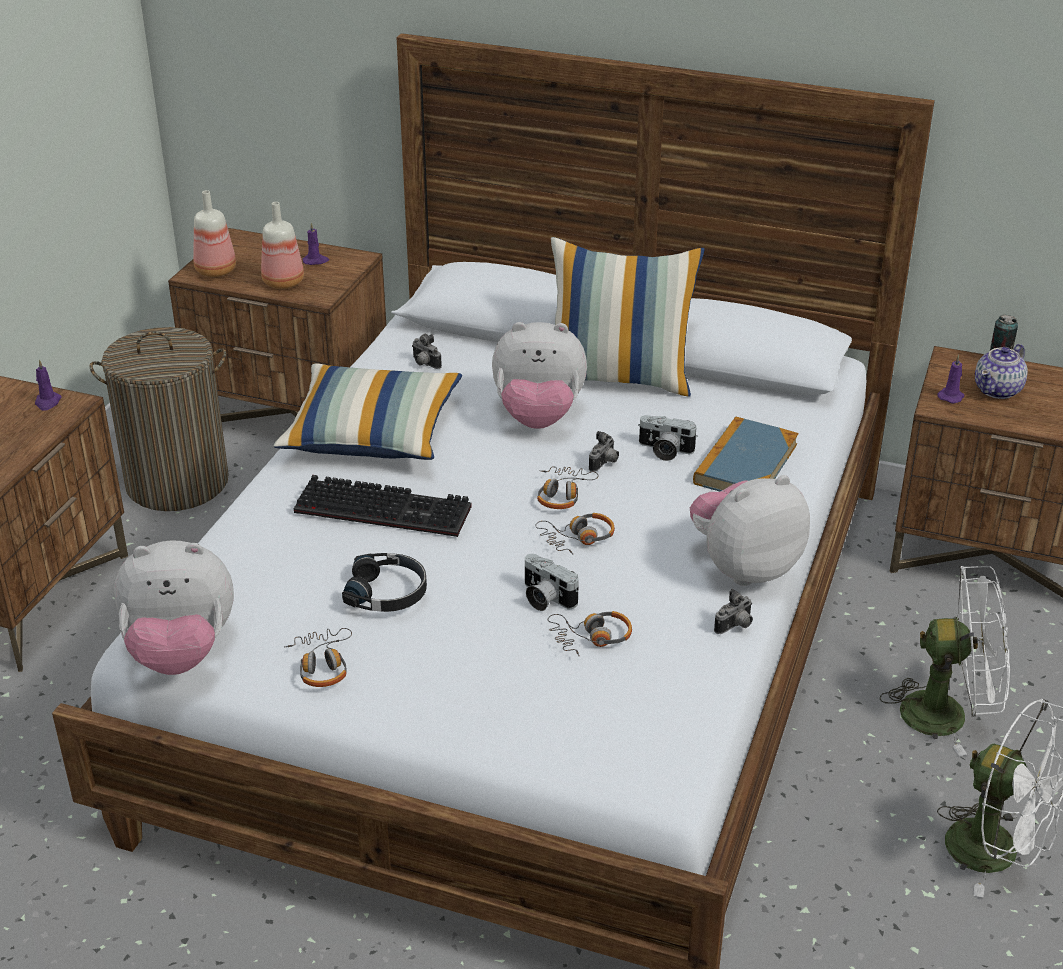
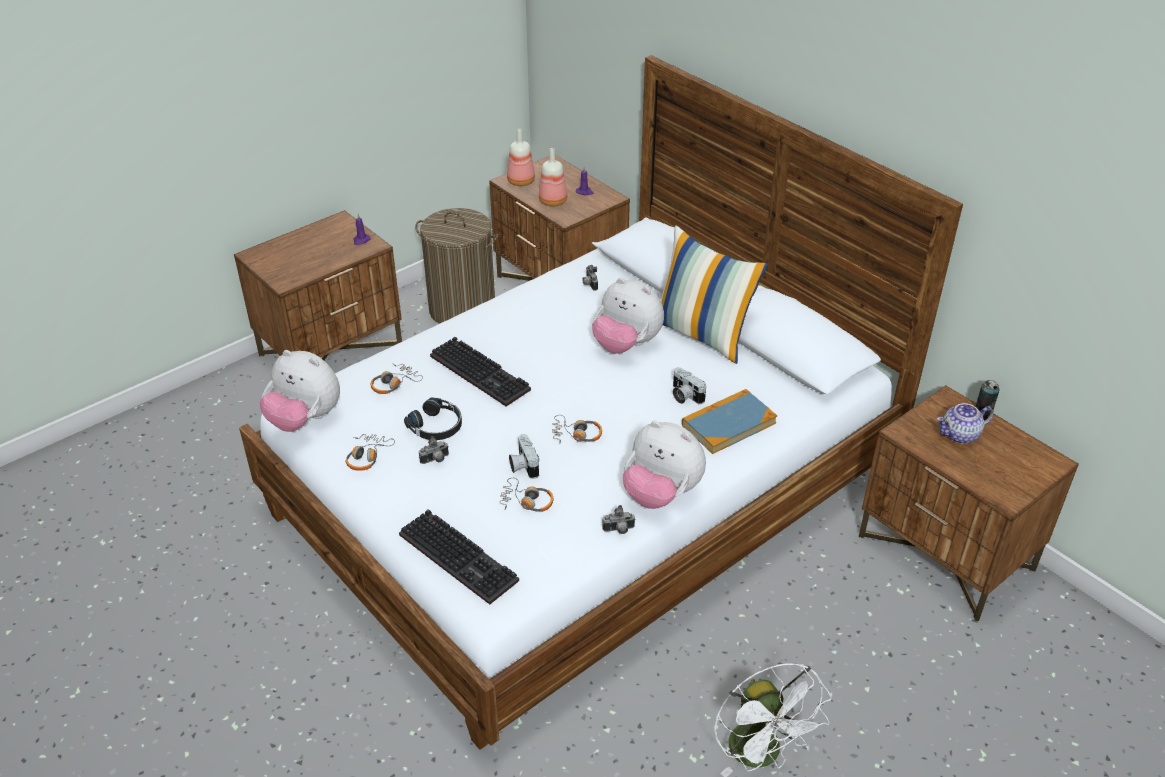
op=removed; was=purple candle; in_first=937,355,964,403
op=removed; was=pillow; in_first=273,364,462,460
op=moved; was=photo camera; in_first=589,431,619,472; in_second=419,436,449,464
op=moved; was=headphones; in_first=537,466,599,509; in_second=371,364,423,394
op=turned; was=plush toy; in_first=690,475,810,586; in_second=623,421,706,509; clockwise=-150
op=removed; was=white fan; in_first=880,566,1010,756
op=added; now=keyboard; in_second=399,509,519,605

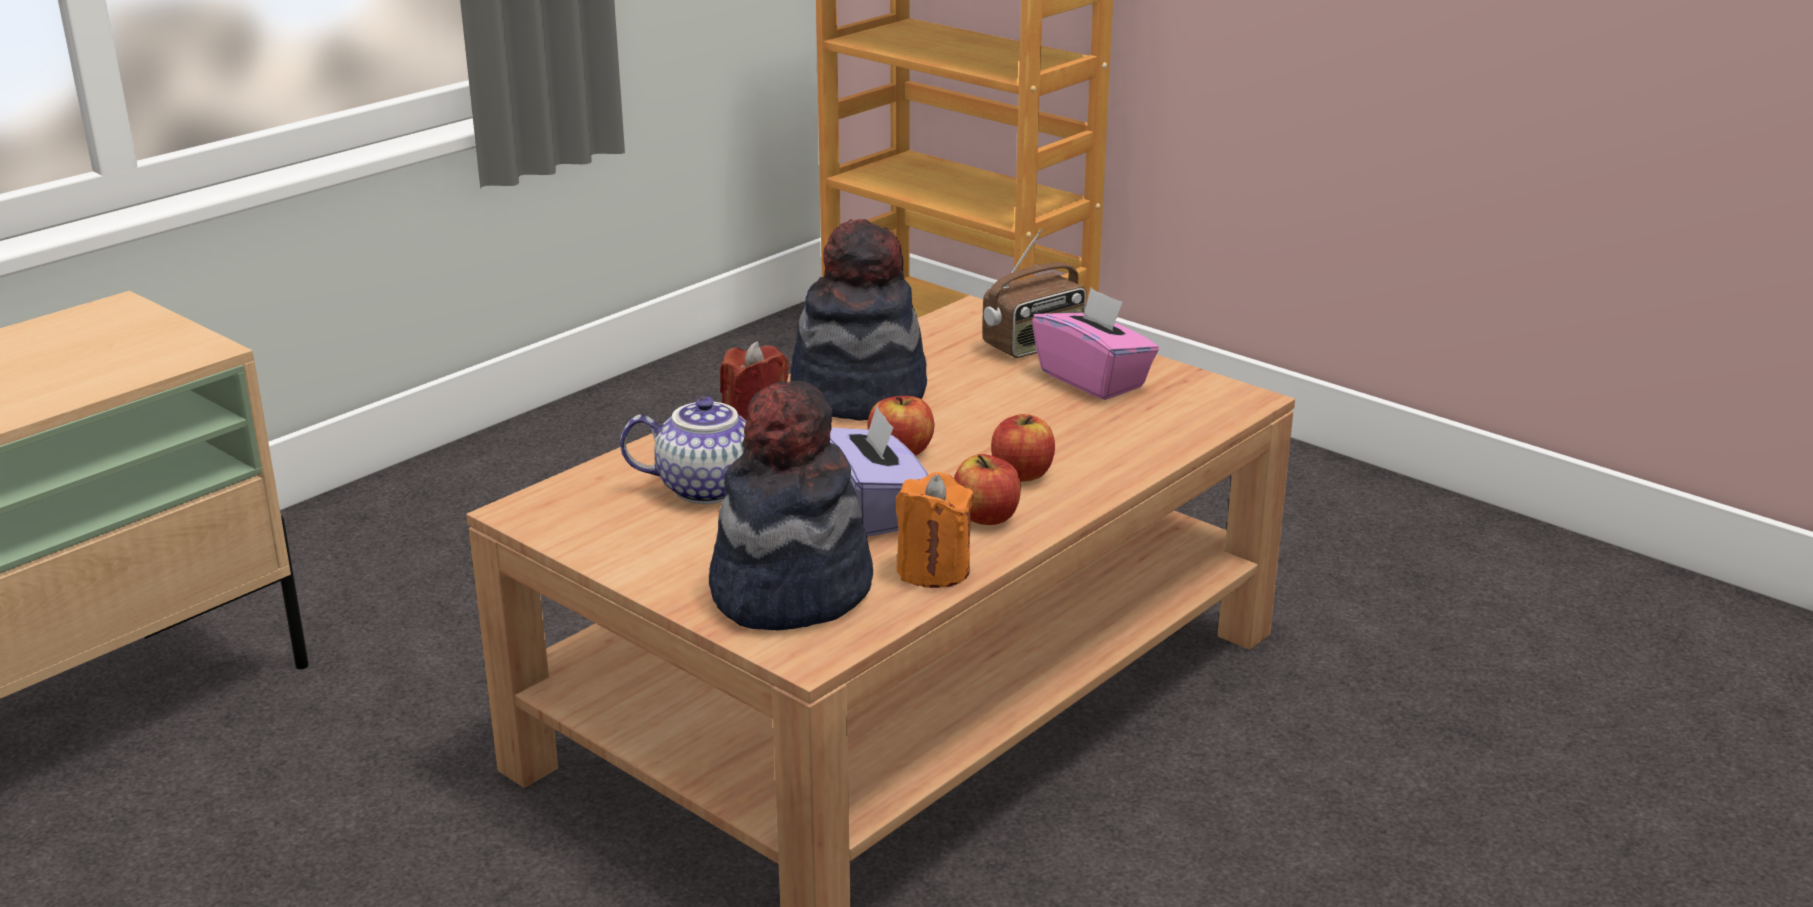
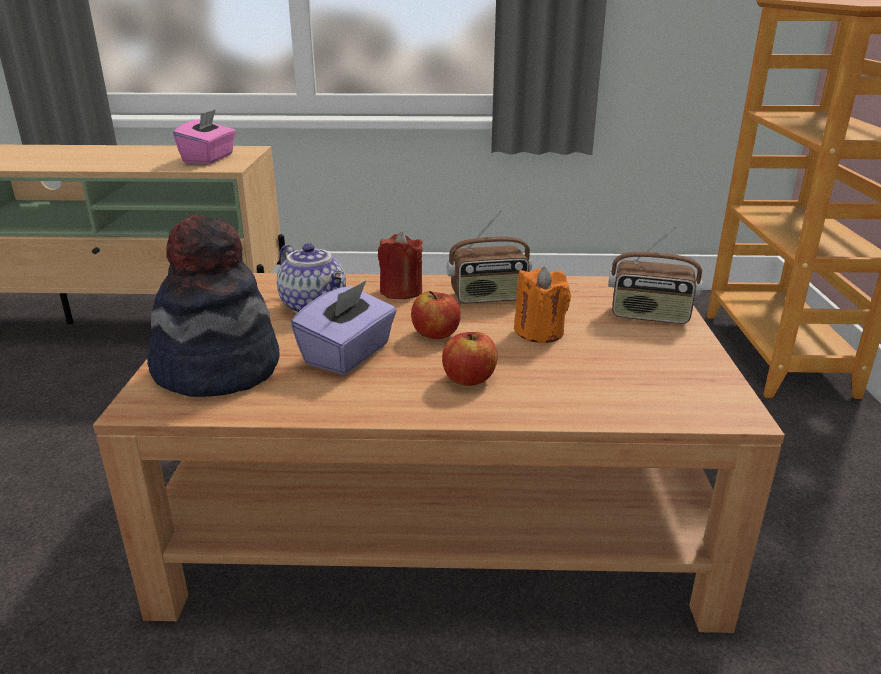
op=replaced; was=hat; now=radio; in_first=790,219,927,421; in_second=447,210,532,303
op=moved; was=pink tissue box; in_first=1032,287,1159,400; in_second=173,109,236,164
op=removed; was=apple; in_first=954,454,1021,525
op=moved; was=orange candle; in_first=896,472,973,588; in_second=514,266,571,343

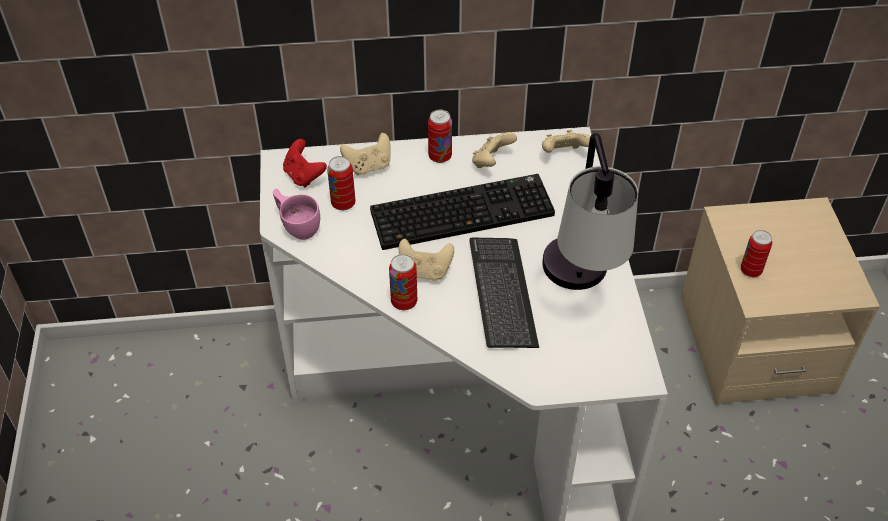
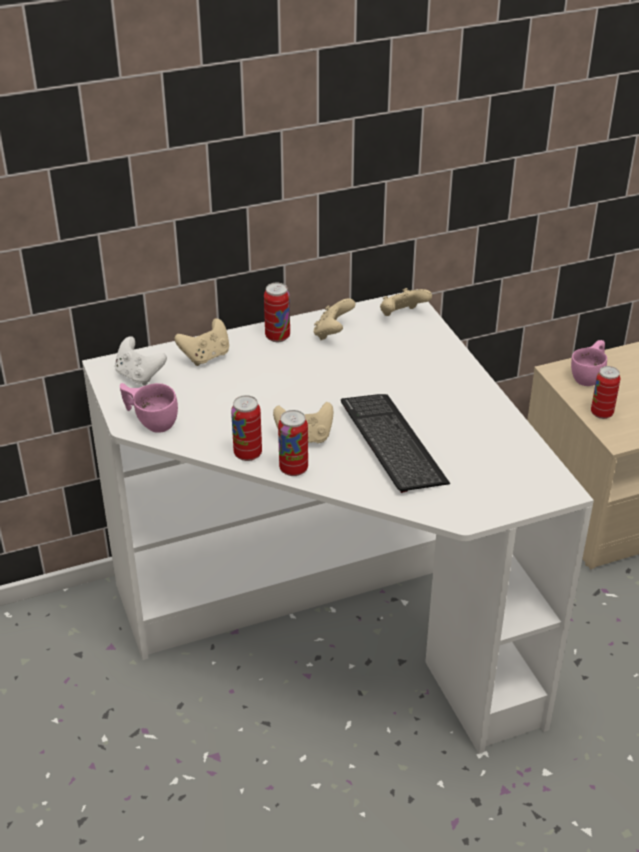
op=removed; was=table lamp; in_first=542,133,638,290
op=recoloured; was=red game controller; now=white game controller; in_first=283,139,327,188; in_second=115,336,167,386
op=moved; was=can; in_first=327,156,355,210; in_second=231,395,262,461
op=removed; was=keyboard; in_first=370,174,555,250
op=added; now=pink cup; in_second=571,340,607,386

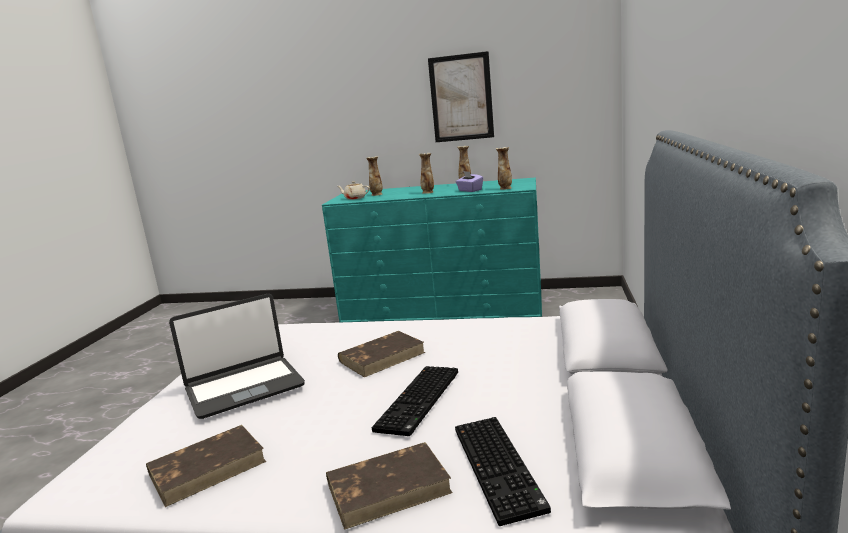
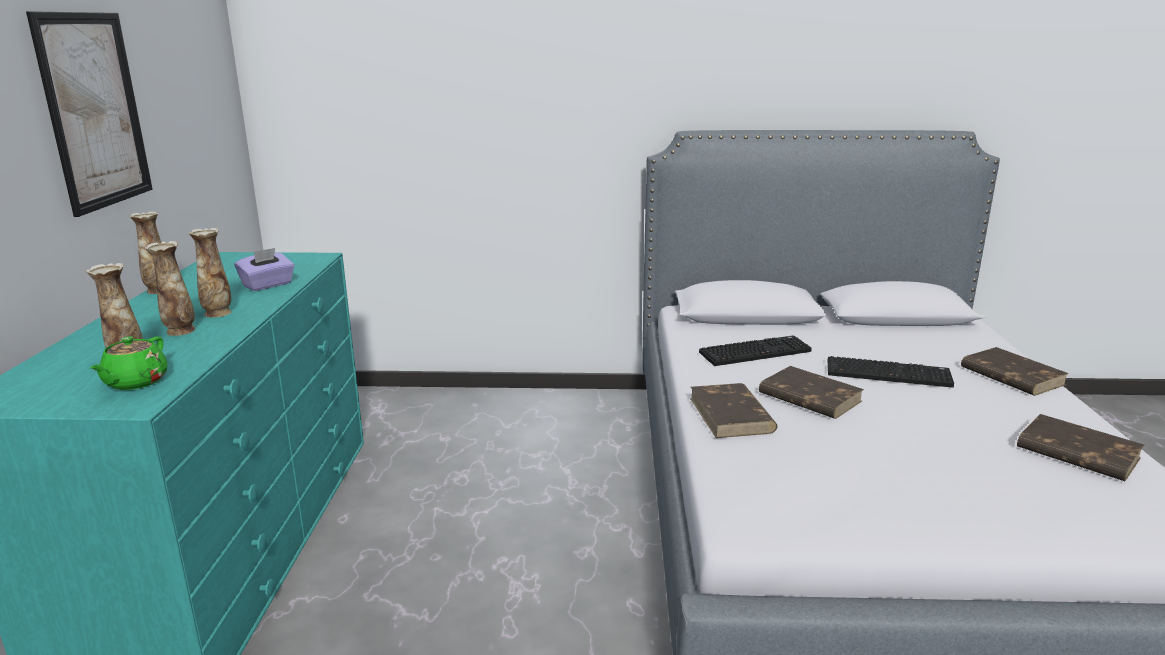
op=moved; was=vase; in_first=496,147,512,190; in_second=145,241,196,336
op=recoloured; was=beige teapot; now=green teapot; in_first=338,181,370,200; in_second=90,336,168,390
op=removed; was=laptop; in_first=169,294,305,419
op=moved; was=keyboard; in_first=455,417,551,526; in_second=699,335,812,366
op=added; now=brown book; in_second=690,383,777,438

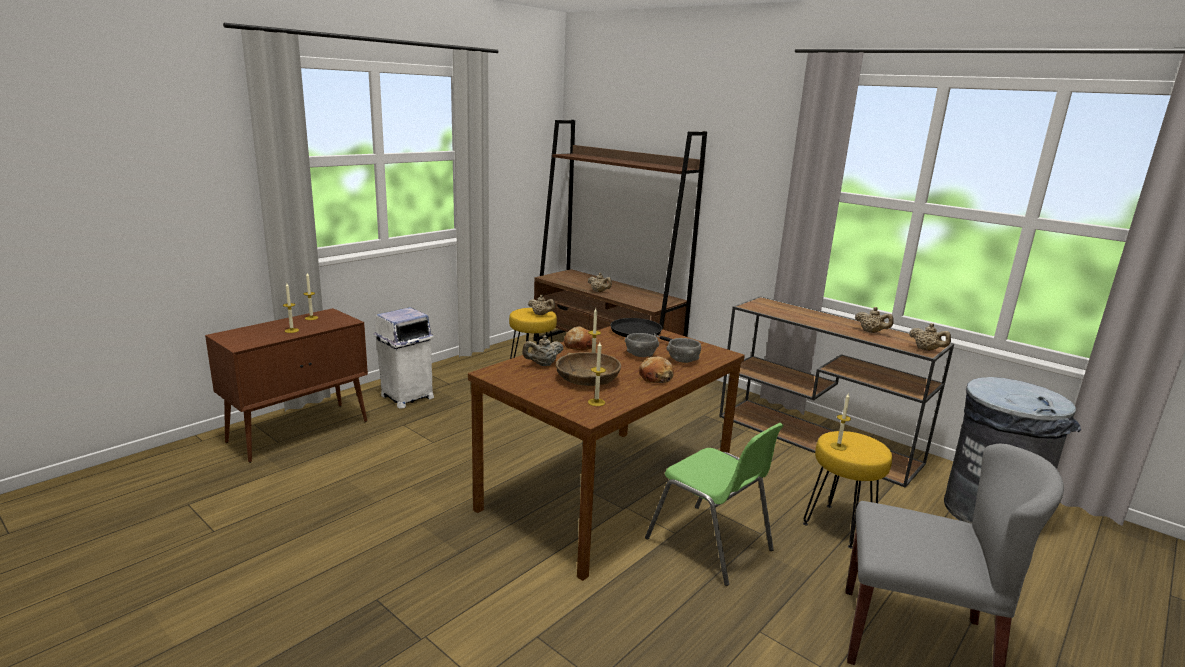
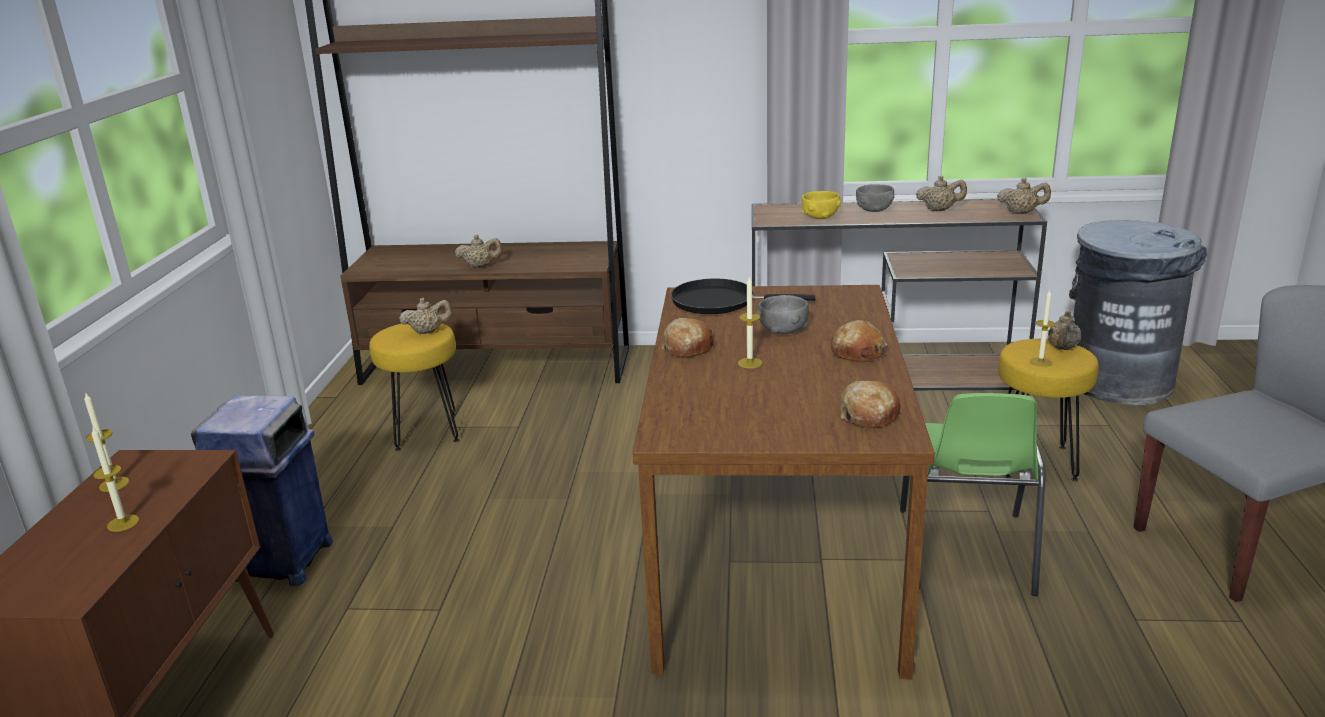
op=recoloured; was=white trash can; now=blue trash can; in_first=373,307,434,409; in_second=191,395,333,586
op=moved; was=beige teapot; in_first=522,336,564,366; in_second=1048,311,1081,350
op=moved; was=grey bowl; in_first=667,338,701,363; in_second=856,184,895,212
op=replaced; was=candle; now=bread; in_first=588,342,606,406; in_second=840,381,901,429
op=removed; was=brown bowl; in_first=556,352,621,386
op=turned; was=green chair; in_first=645,423,784,586; in_second=900,393,1046,596; clockwise=90
op=added; now=yellow bowl; in_second=802,191,841,219

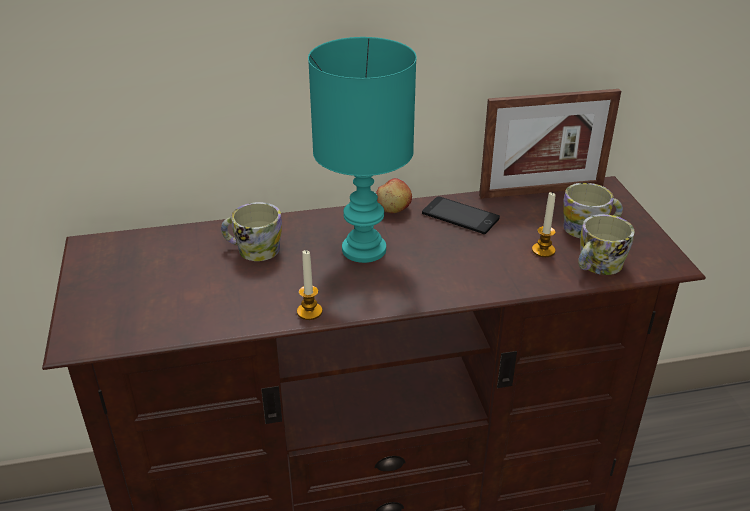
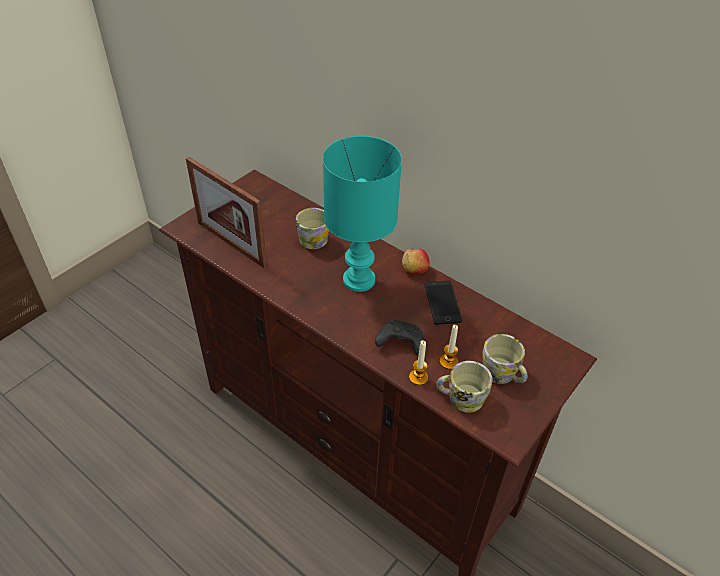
op=moved; was=picture frame; in_first=479,89,621,199; in_second=186,157,267,268
op=moved; was=candle; in_first=297,250,323,320; in_second=409,340,428,385
op=added; now=black game controller; in_second=375,320,424,356

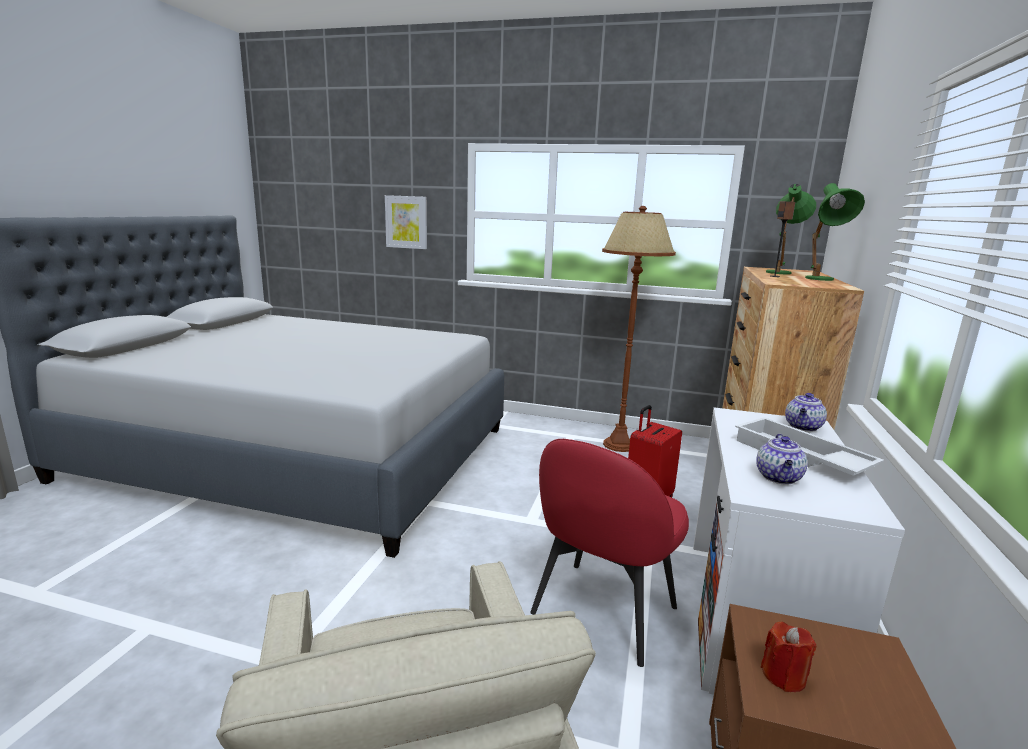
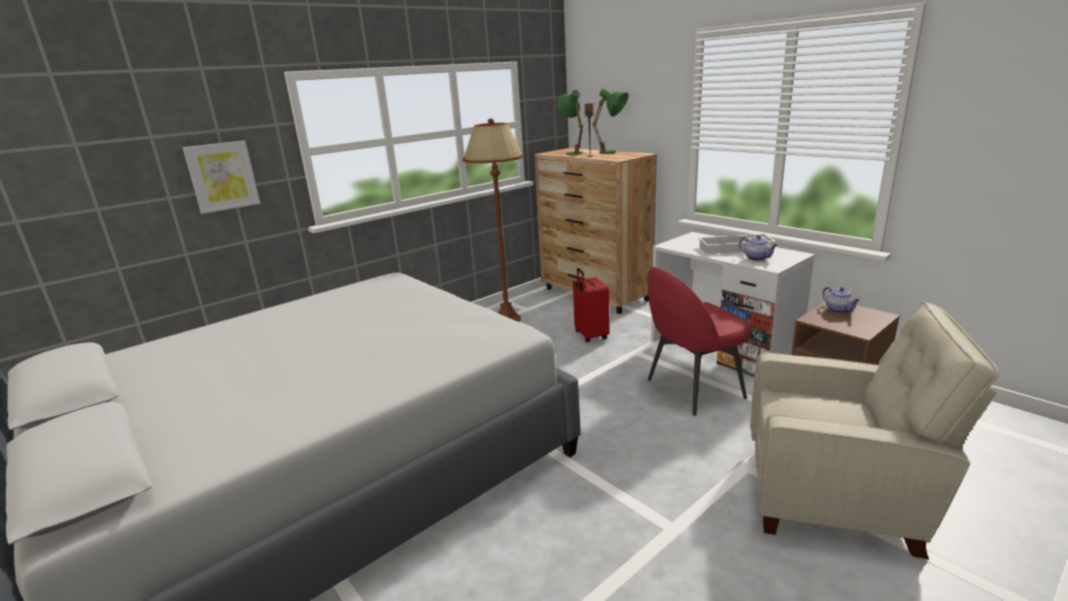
op=moved; was=teapot; in_first=785,393,827,432; in_second=822,287,860,314
op=turned; was=red chair; in_first=531,439,689,667; in_second=648,267,751,416; clockwise=90
op=removed; was=red candle; in_first=761,622,817,692

